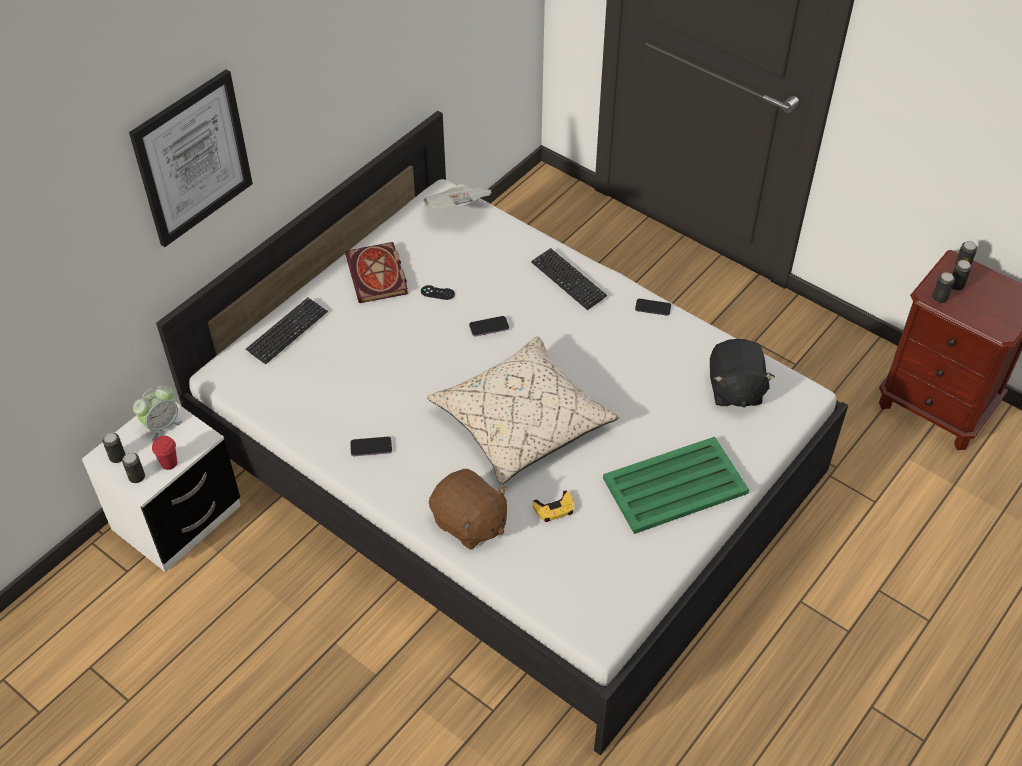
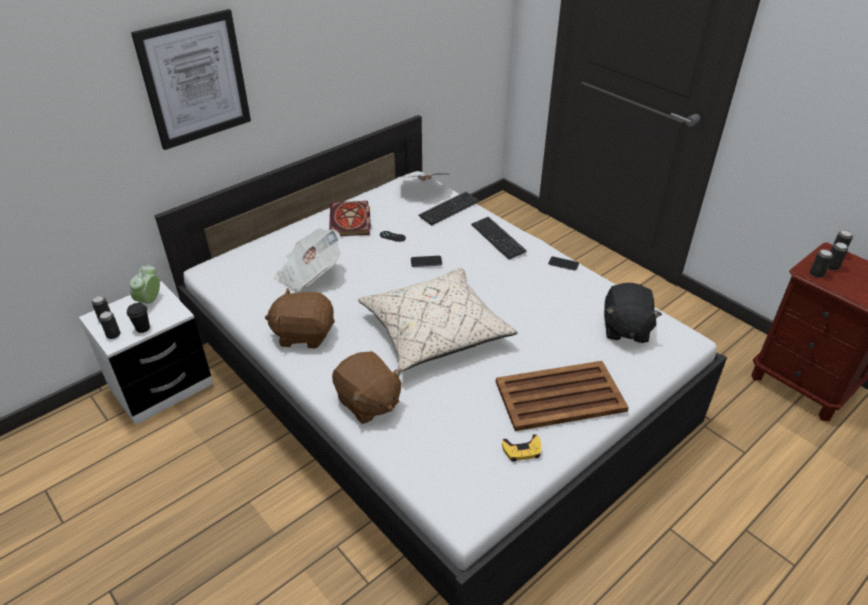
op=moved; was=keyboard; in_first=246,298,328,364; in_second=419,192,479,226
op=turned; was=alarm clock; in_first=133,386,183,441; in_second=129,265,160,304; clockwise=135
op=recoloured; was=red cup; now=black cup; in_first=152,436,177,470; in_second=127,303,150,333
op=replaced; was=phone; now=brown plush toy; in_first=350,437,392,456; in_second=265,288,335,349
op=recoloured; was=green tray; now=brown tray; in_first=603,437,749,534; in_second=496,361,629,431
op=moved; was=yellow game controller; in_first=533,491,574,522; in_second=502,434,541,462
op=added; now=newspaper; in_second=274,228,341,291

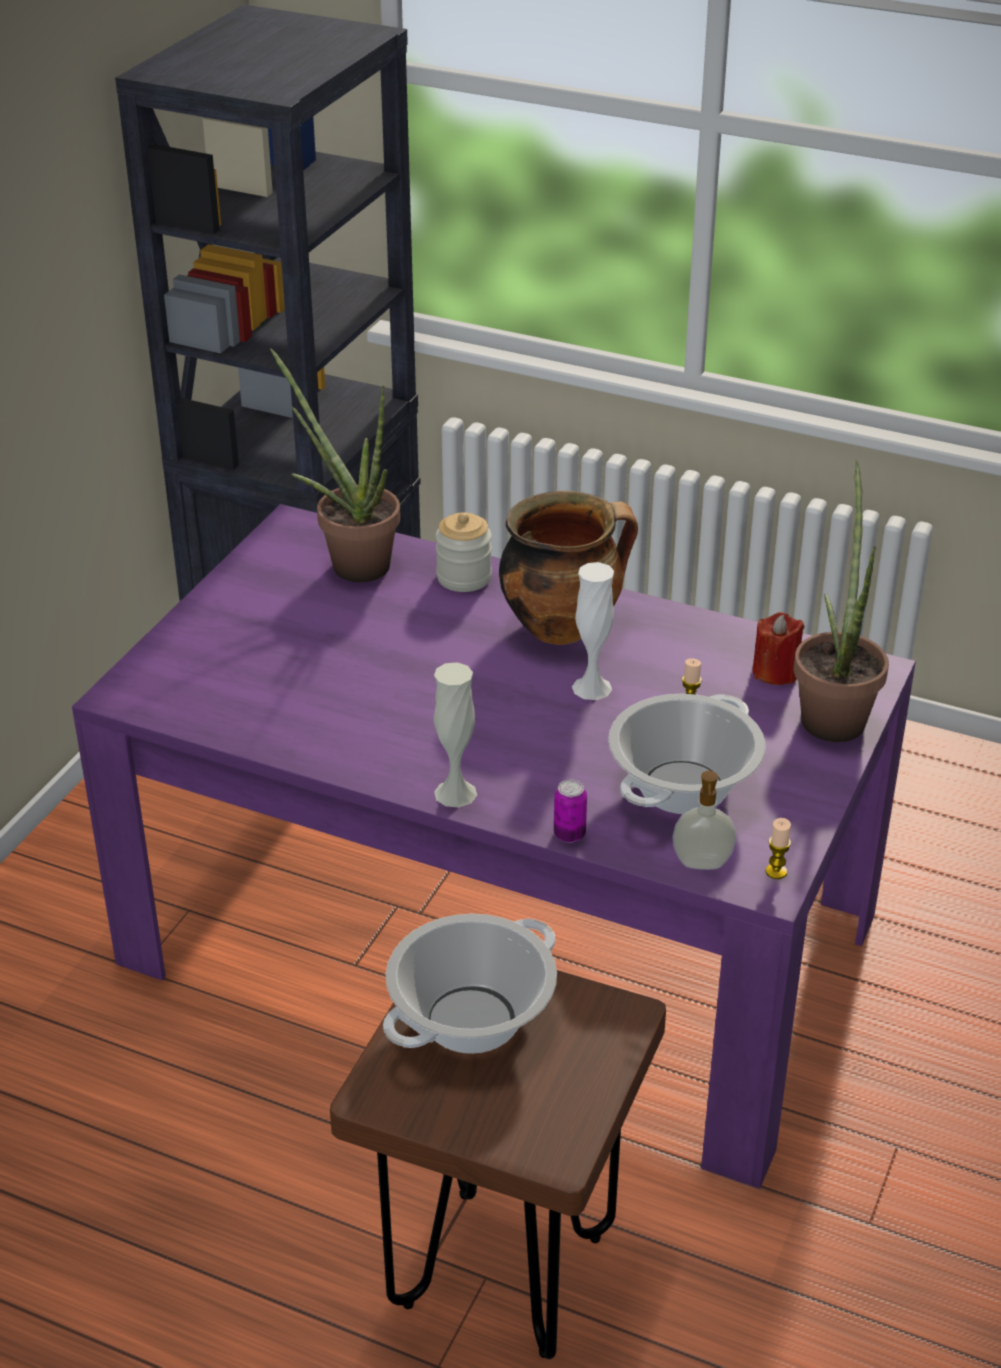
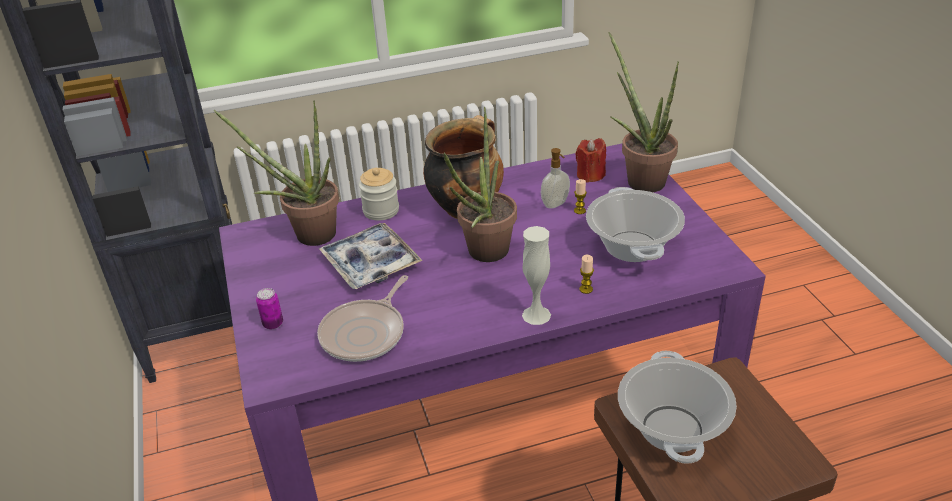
op=removed; was=white vase; in_first=572,562,614,700
op=moved; was=soap dispenser; in_first=673,771,736,870; in_second=541,148,570,209
op=moved; was=can; in_first=554,779,587,843; in_second=256,288,283,329
op=moved; was=candle; in_first=766,818,791,879; in_second=579,255,594,294
op=added; now=potted plant; in_second=444,107,517,262
op=added; now=tray; in_second=319,223,423,289
op=added; now=frying pan; in_second=317,275,408,362

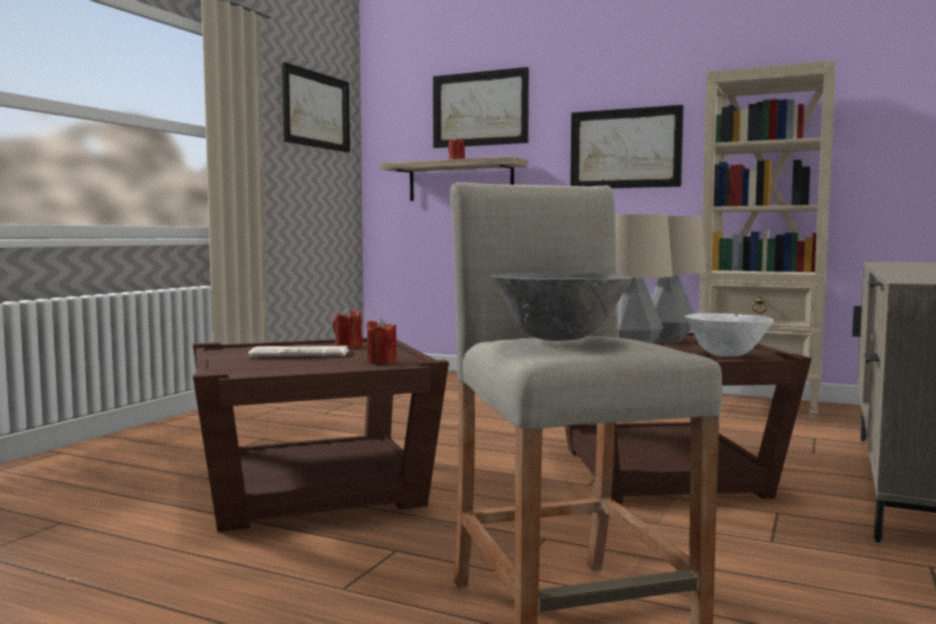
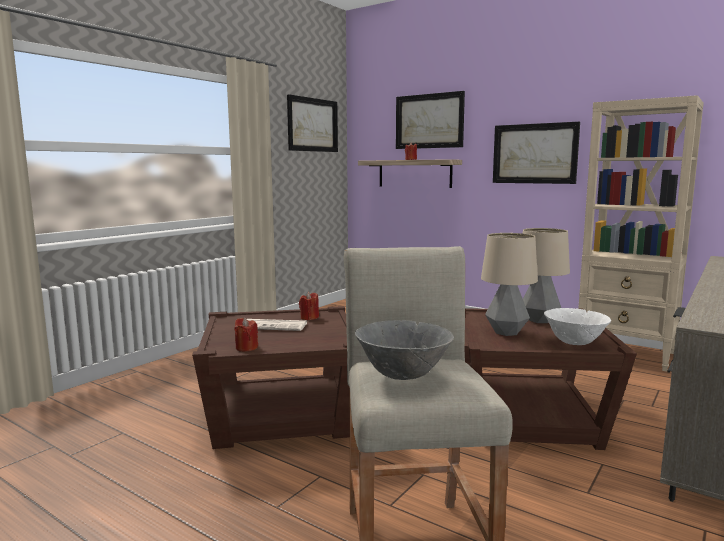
op=moved; was=red candle; in_first=366,318,397,364; in_second=235,318,258,352

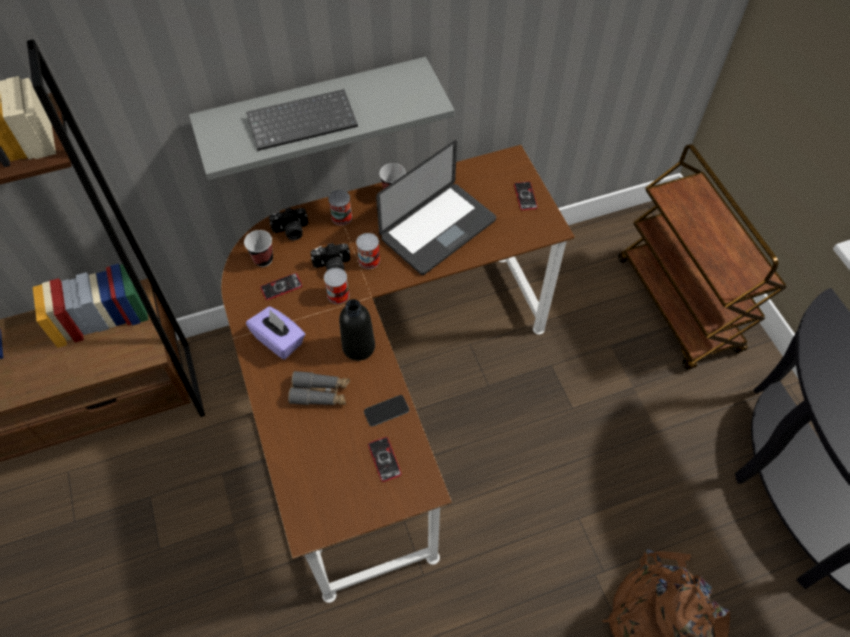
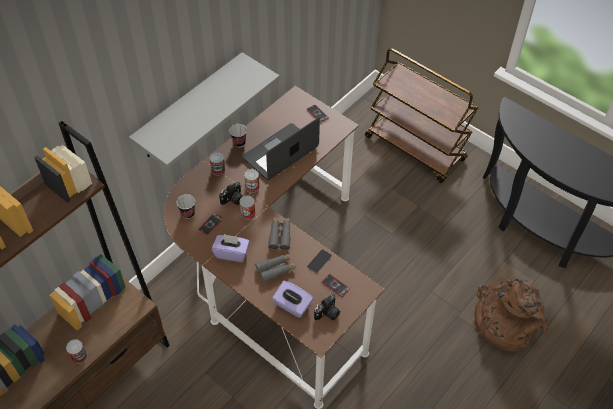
op=removed; was=keyboard; in_first=246,89,358,151
op=turned; was=laptop; in_first=376,140,496,275; in_second=242,117,320,180; clockwise=-150
op=moved; was=photo camera; in_first=269,208,308,240; in_second=314,294,340,321
op=replaced; was=black bottle; now=grey binoculars; in_first=339,299,375,361; in_second=268,217,291,251
op=added; now=purple tissue box; in_second=272,281,313,318
op=added; now=can; in_second=66,339,87,364

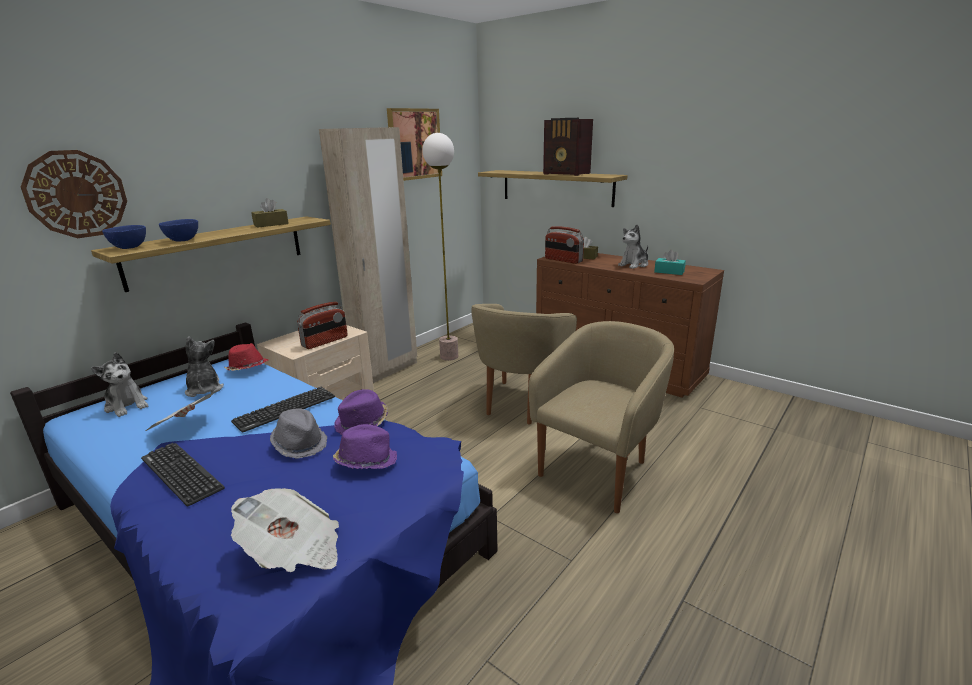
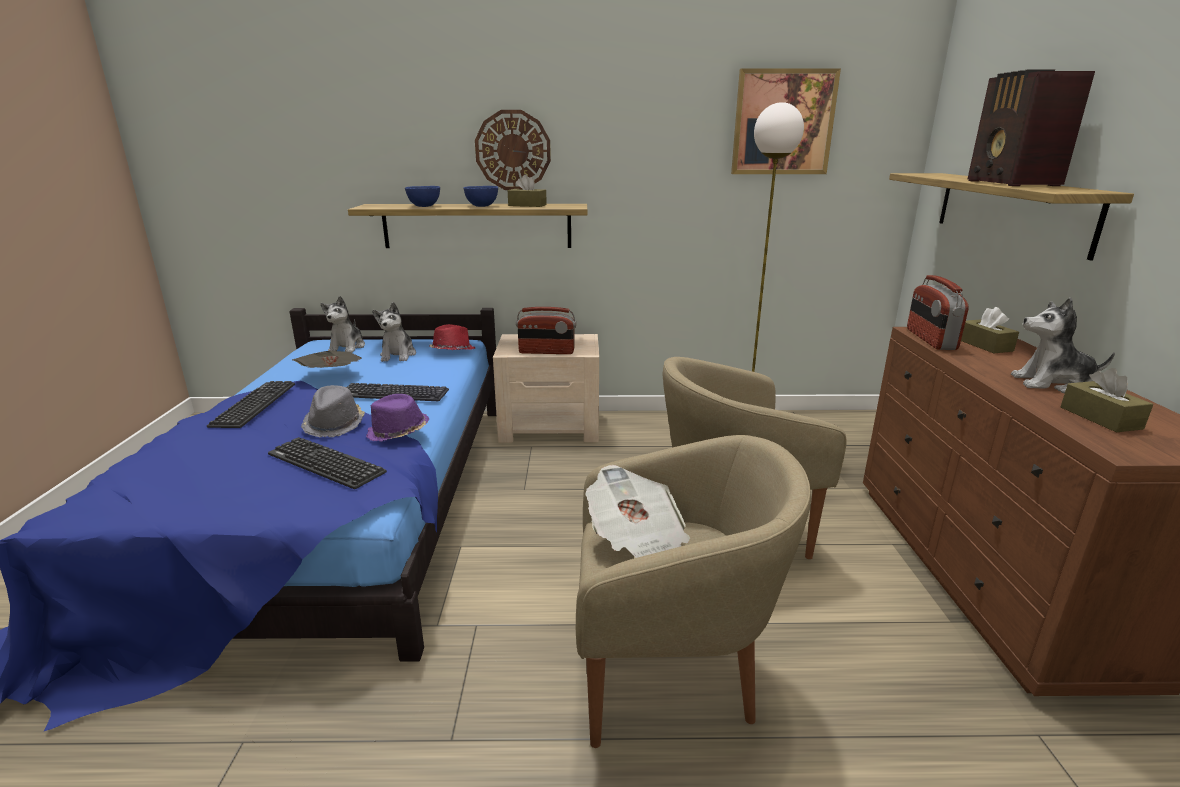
op=removed; was=beige wardrobe; in_first=319,127,417,383
op=moved; was=wall clock; in_first=21,150,127,238; in_second=475,110,551,190
op=moved; was=blue bowl; in_first=102,225,146,249; in_second=464,186,498,207
op=recoloured; was=turquoise tissue box; now=brown tissue box; in_first=654,250,686,275; in_second=1061,368,1153,432
op=turned; was=plush toy; in_first=185,336,224,397; in_second=372,302,416,362; clockwise=150
op=replaced; was=purple hat; now=keyboard; in_first=333,424,397,469; in_second=268,437,387,489
op=moved; was=newspaper; in_first=231,488,339,572; in_second=585,465,690,558

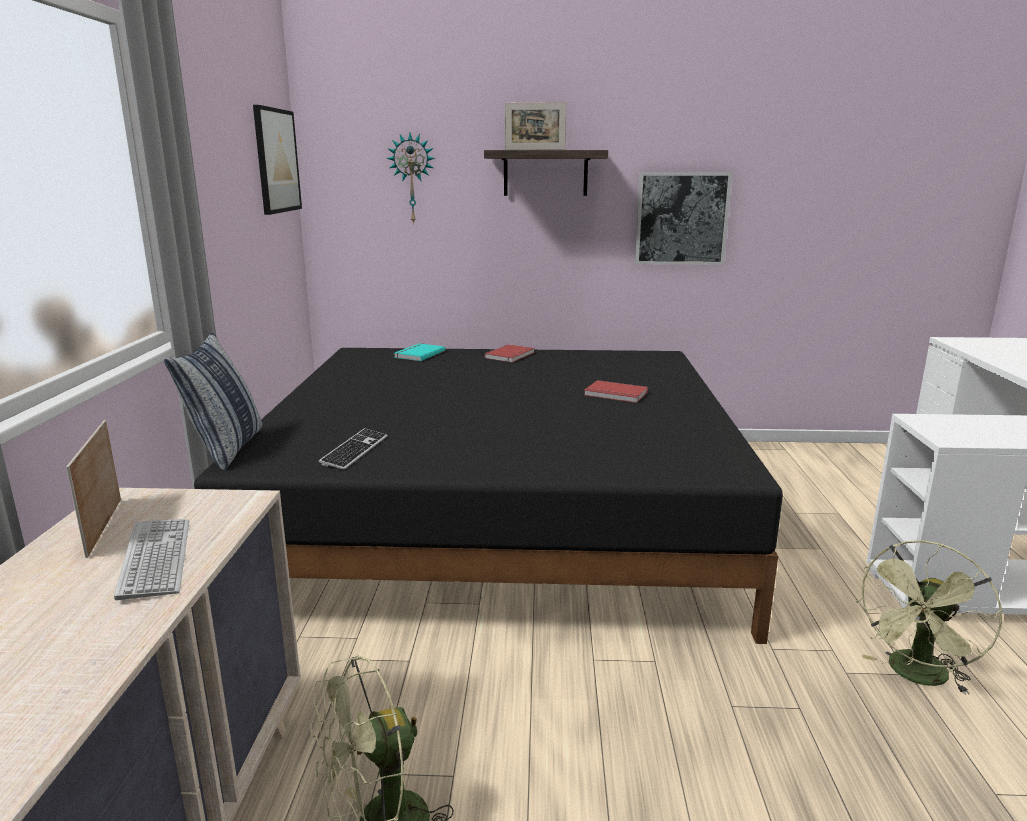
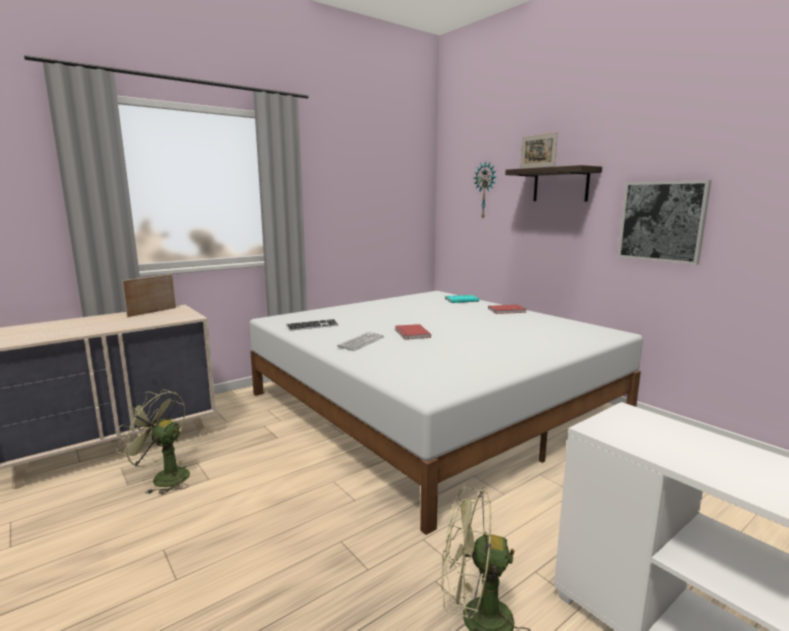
op=removed; was=picture; in_first=253,105,302,215
op=removed; was=pillow; in_first=164,333,263,470
op=recoloured; was=black bed; now=white bed; in_first=194,348,783,644; in_second=250,291,643,535
op=moved; was=red book; in_first=584,380,648,403; in_second=395,324,431,340
op=moved; was=keyboard; in_first=114,519,189,600; in_second=337,331,385,351

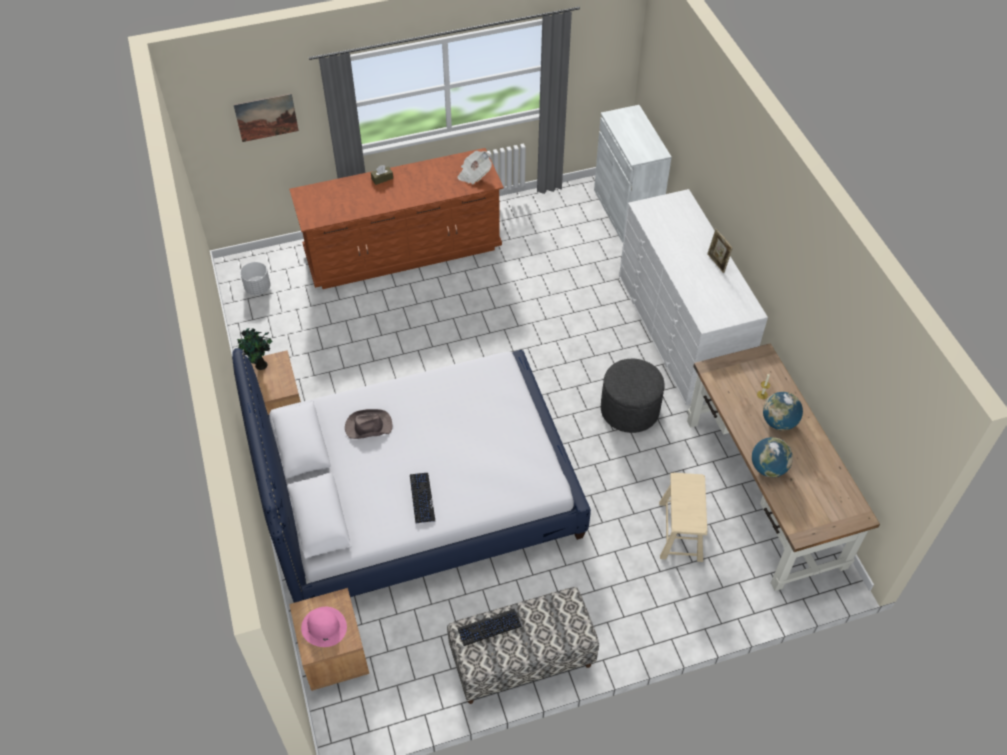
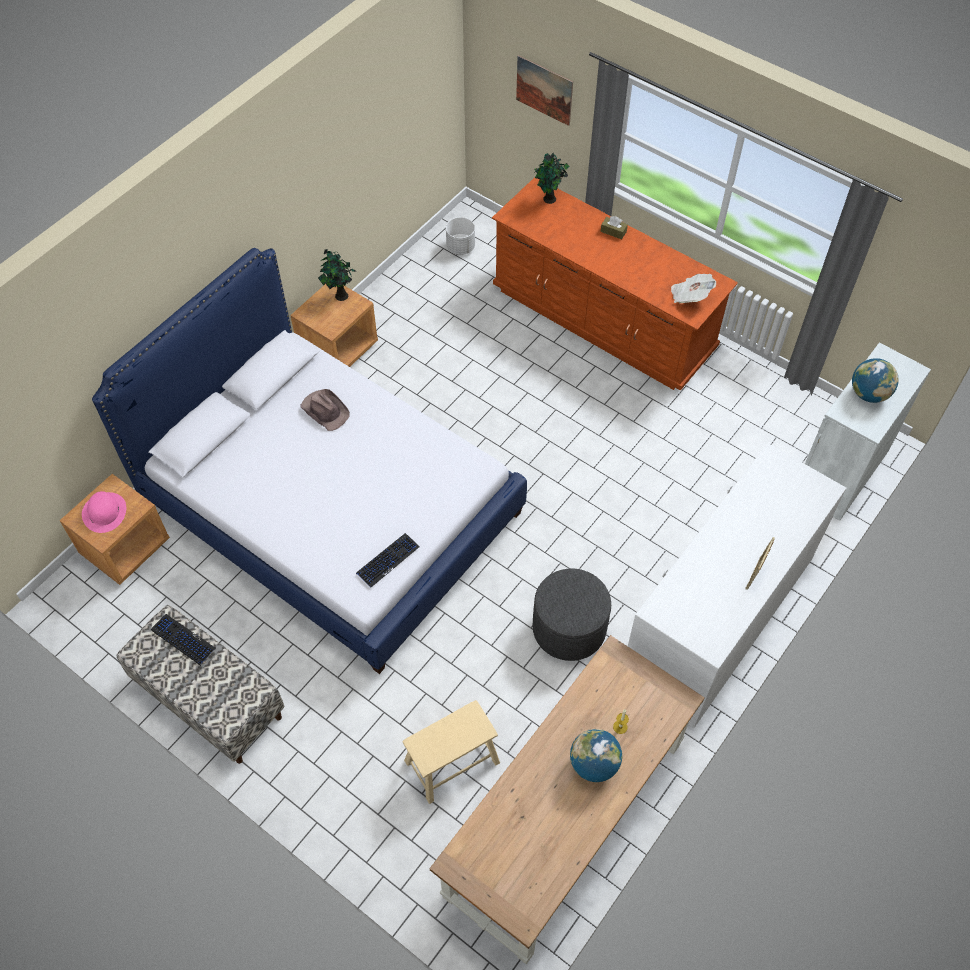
op=moved; was=globe; in_first=752,437,793,477; in_second=852,358,899,403
op=moved; was=keyboard; in_first=410,473,436,523; in_second=356,533,419,588
op=added; now=potted plant; in_second=534,153,570,204

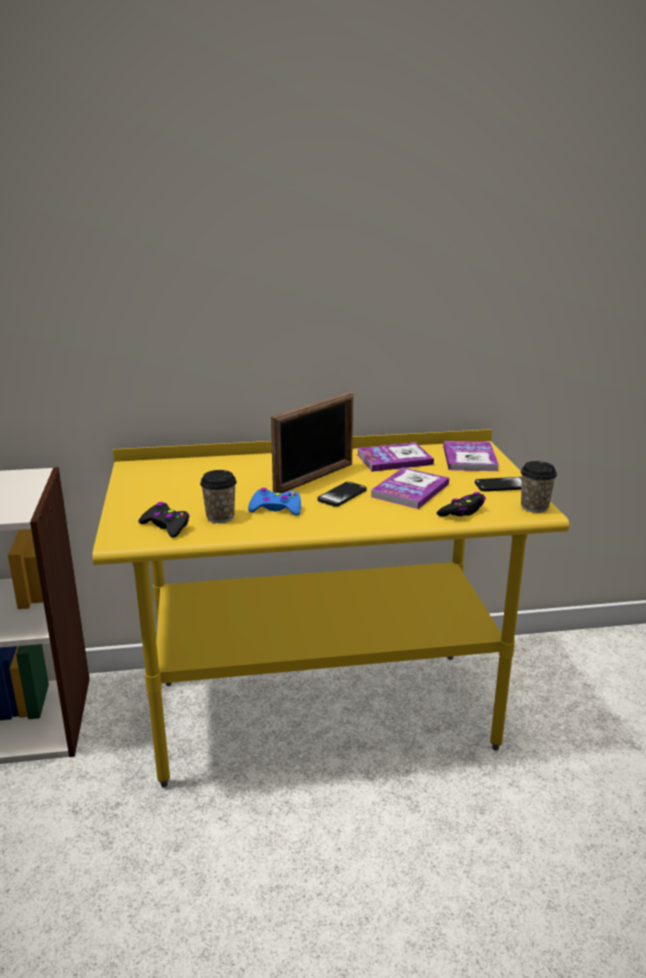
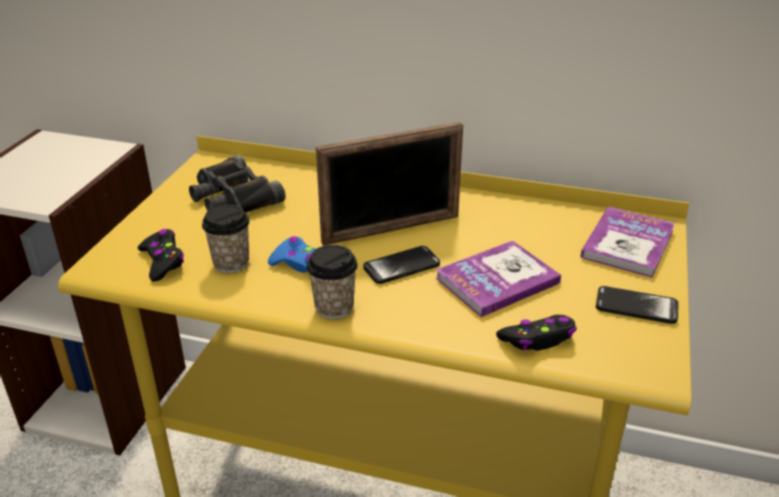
op=removed; was=book; in_first=357,442,434,472
op=moved; was=cup; in_first=521,461,557,513; in_second=307,245,358,319
op=added; now=black binoculars; in_second=189,155,285,212

